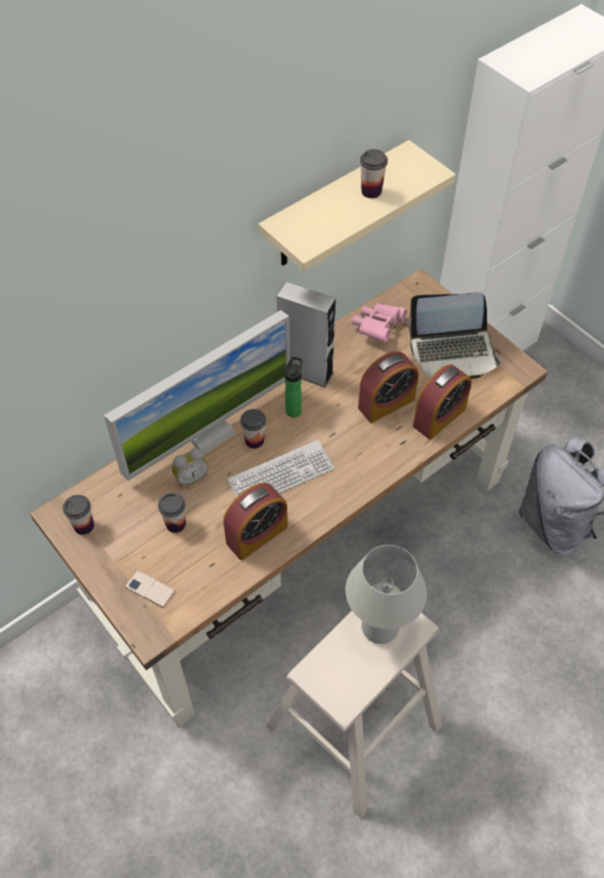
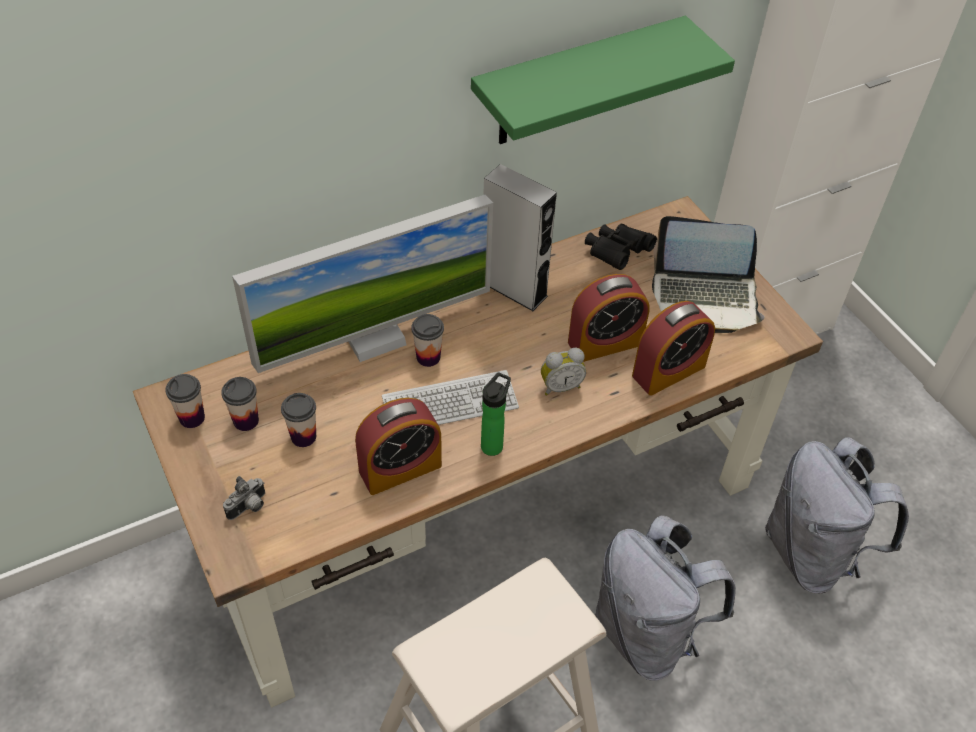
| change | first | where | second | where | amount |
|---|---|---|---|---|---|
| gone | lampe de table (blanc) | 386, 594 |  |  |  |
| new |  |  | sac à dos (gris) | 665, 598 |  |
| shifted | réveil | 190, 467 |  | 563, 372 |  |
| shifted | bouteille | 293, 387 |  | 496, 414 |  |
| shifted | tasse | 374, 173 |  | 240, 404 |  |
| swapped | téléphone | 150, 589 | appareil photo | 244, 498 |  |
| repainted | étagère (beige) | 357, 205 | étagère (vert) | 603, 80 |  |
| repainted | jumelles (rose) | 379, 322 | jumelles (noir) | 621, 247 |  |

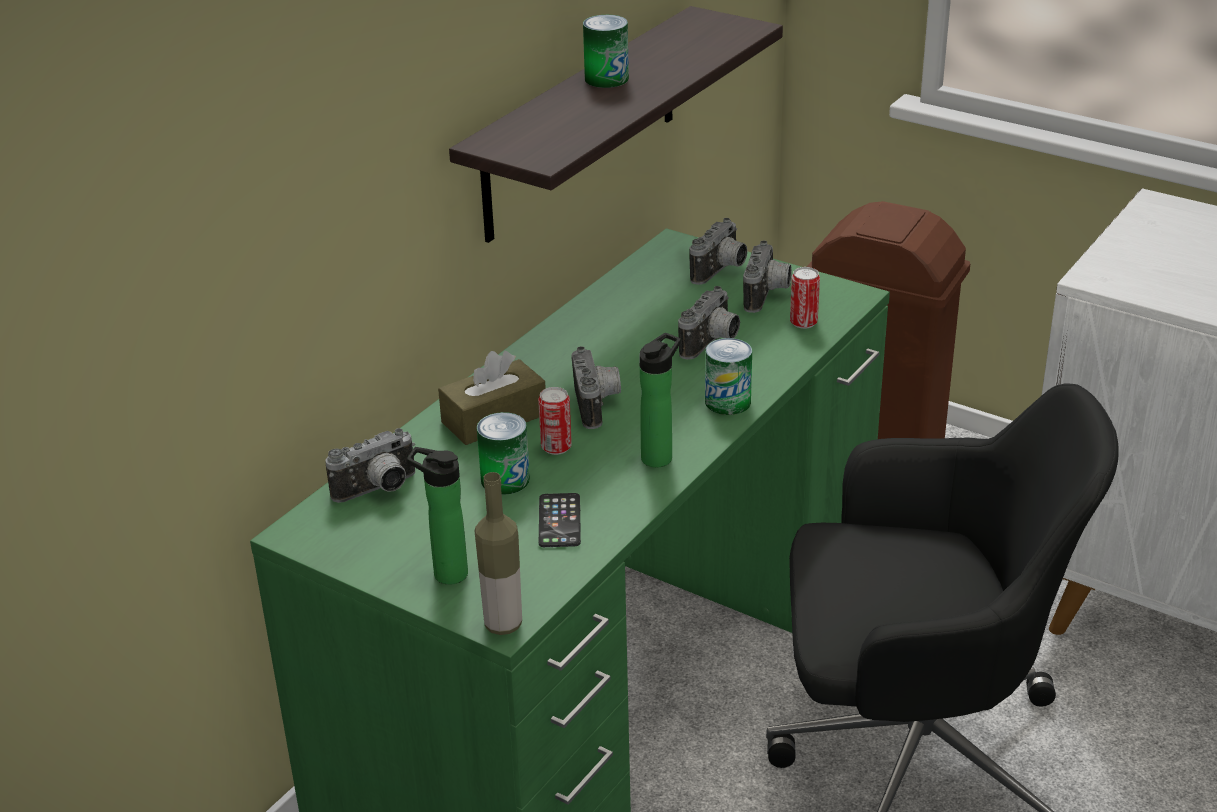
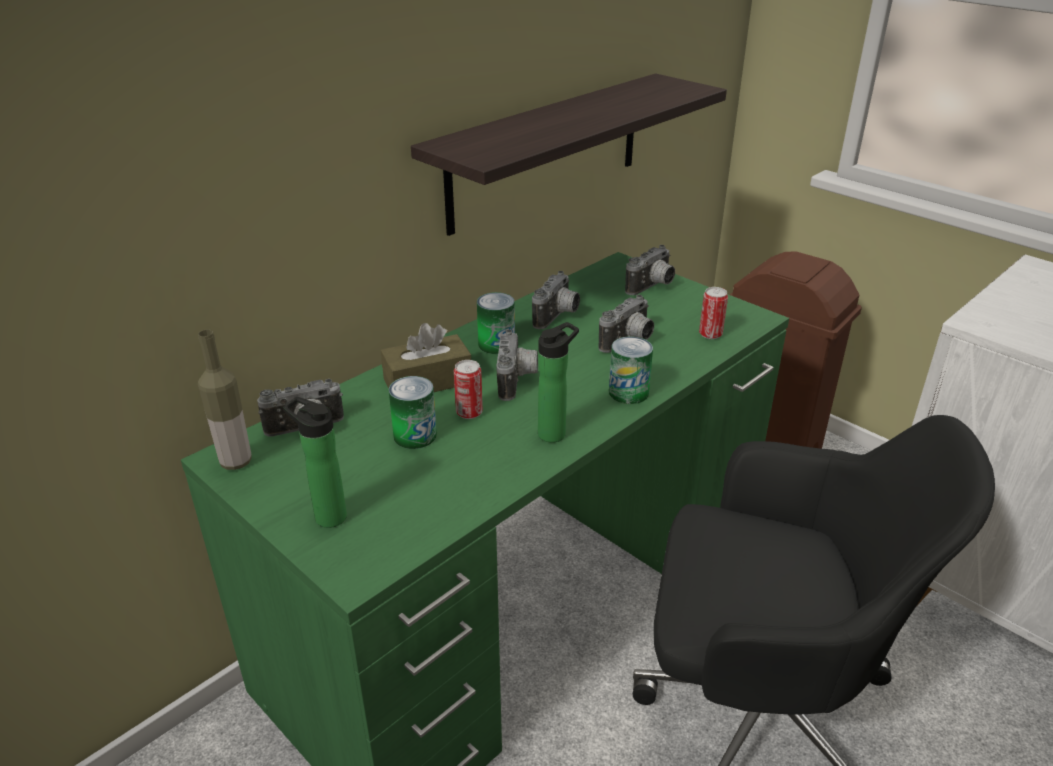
| change | first | where | second | where | amount |
|---|---|---|---|---|---|
| gone | téléphone | 560, 520 |  |  |  |
| shifted | bouteille | 498, 553 |  | 225, 400 |  |
| shifted | boîte métallique | 606, 51 |  | 496, 323 |  |
| shifted | appareil photo | 767, 276 |  | 556, 300 |  |

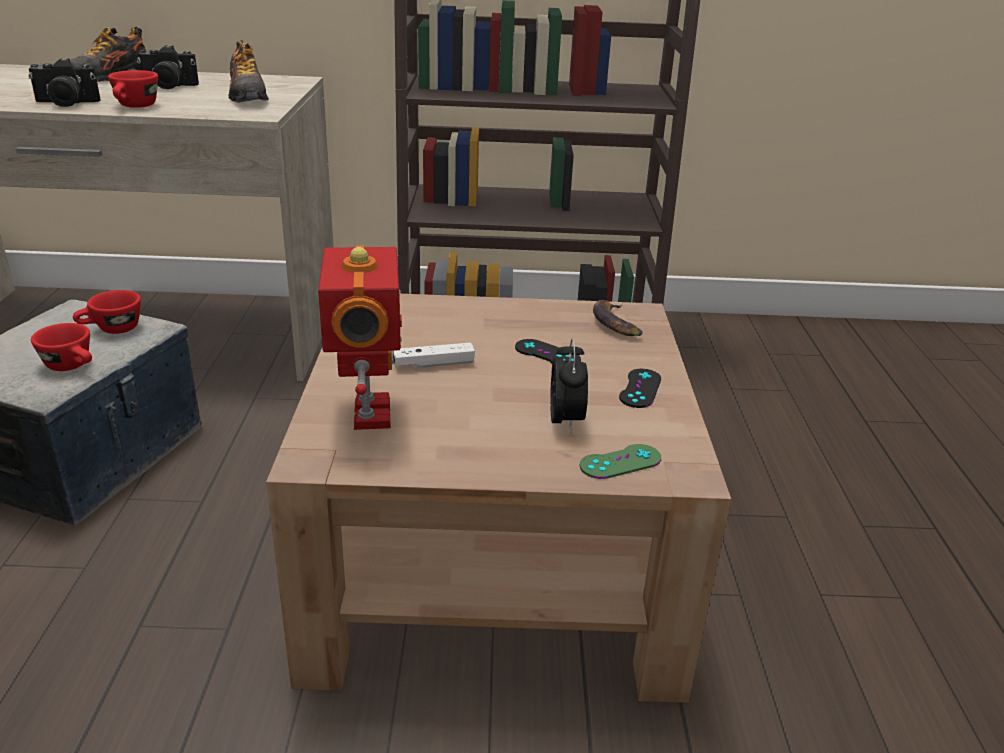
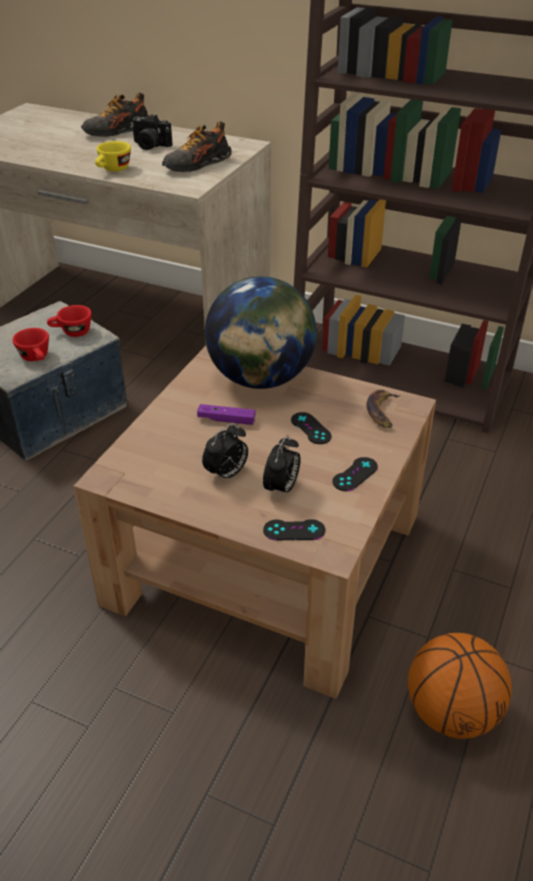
| change | first | where | second | where | amount |
|---|---|---|---|---|---|
| gone | appareil photo | 64, 83 |  |  |  |
| gone | robot jouet | 360, 337 |  |  |  |
| new |  |  | réveil | 225, 453 |  |
| new |  |  | globe | 261, 332 |  |
| new |  |  | ballon de basket | 460, 686 |  |
| repainted | tasse (rouge) | 133, 89 | tasse (jaune) | 113, 156 |  |
| repainted | manette (blanc) | 434, 355 | manette (violet) | 226, 414 |  |
| repainted | manette (vert) | 620, 461 | manette (noir) | 294, 529 |  |
| rotated | chaussure | 248, 71 |  | 197, 147 | 45 degrees clockwise |

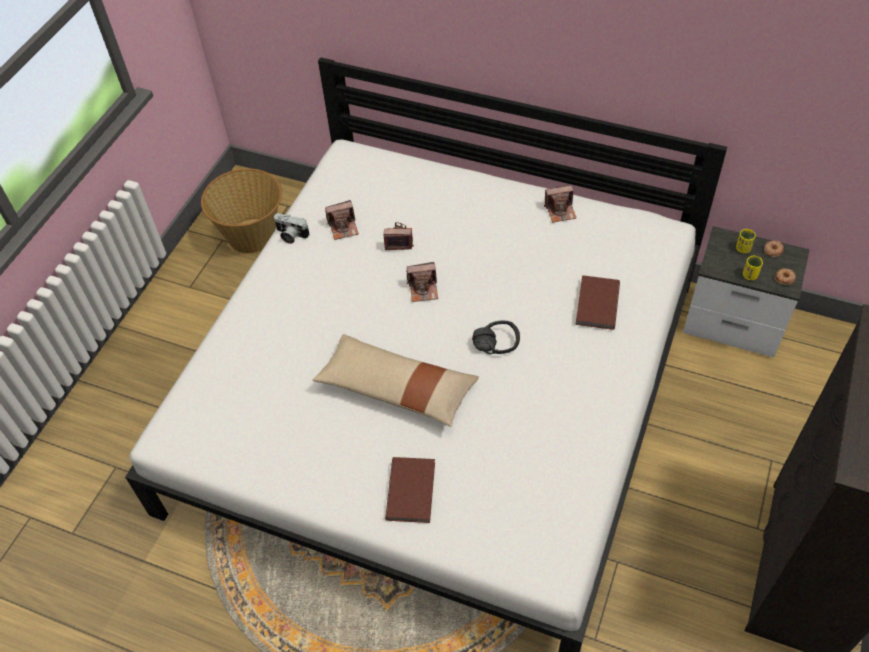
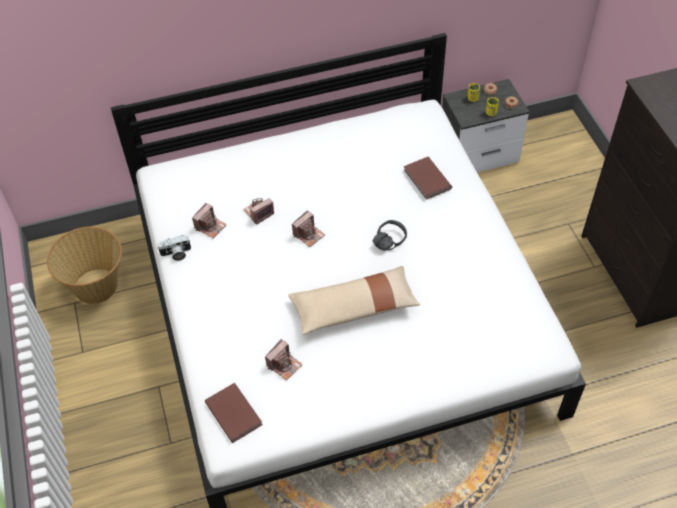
| change | first | where | second | where | amount |
|---|---|---|---|---|---|
| shifted | livre (marron) | 410, 490 |  | 233, 413 |  |
| shifted | appareil photo | 560, 203 |  | 284, 360 |  |

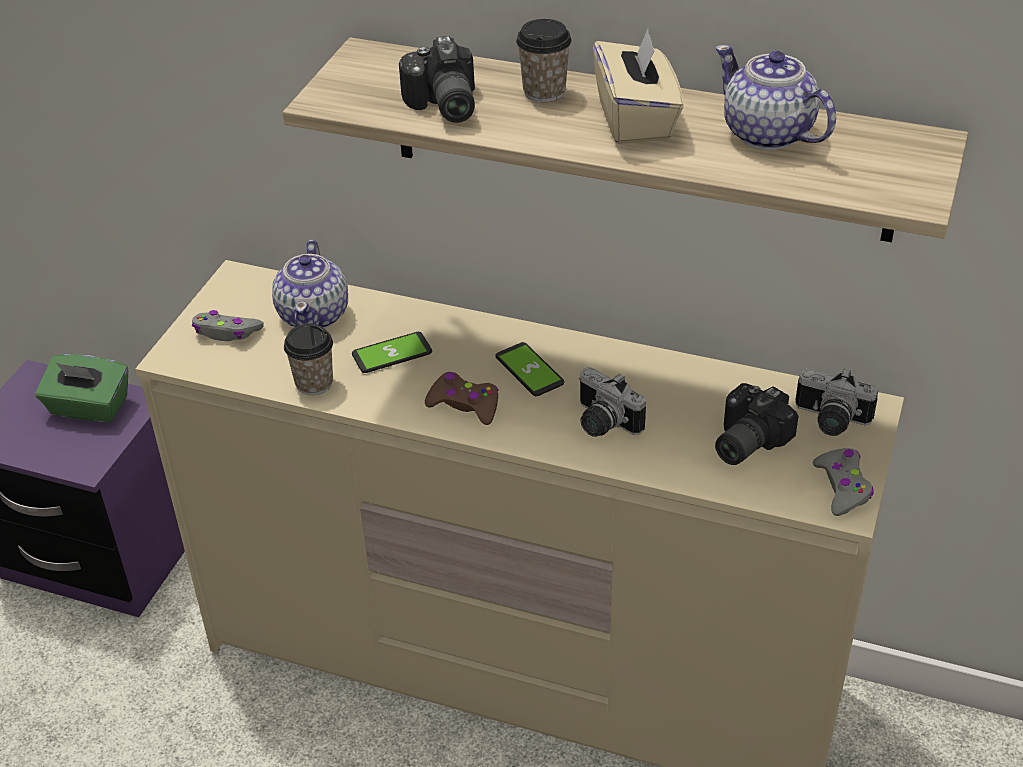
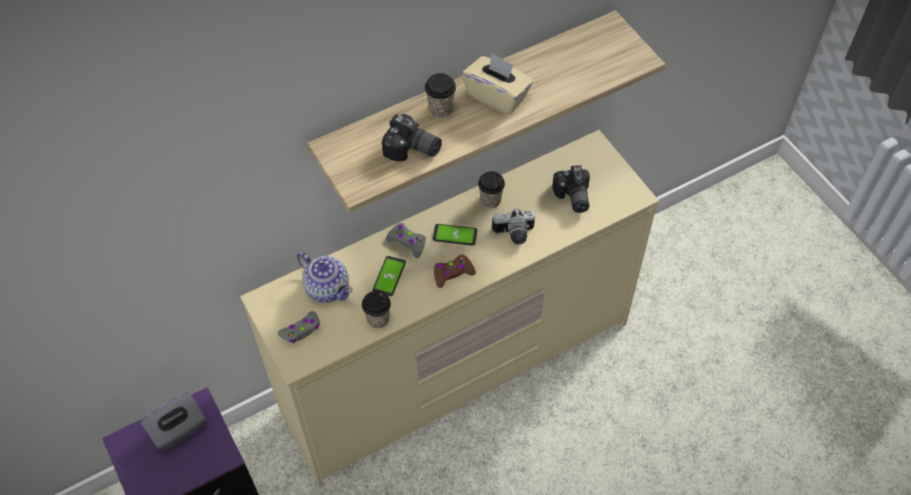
| change | first | where | second | where | amount |
|---|---|---|---|---|---|
| gone | théière | 775, 97 |  |  |  |
| gone | appareil photo | 836, 402 |  |  |  |
| new |  |  | tasse | 491, 189 |  |
| shifted | manette (gris) | 843, 482 |  | 405, 240 |  |
| repainted | boîte à mouchoirs (vert) | 81, 388 | boîte à mouchoirs (gris) | 173, 421 |  |

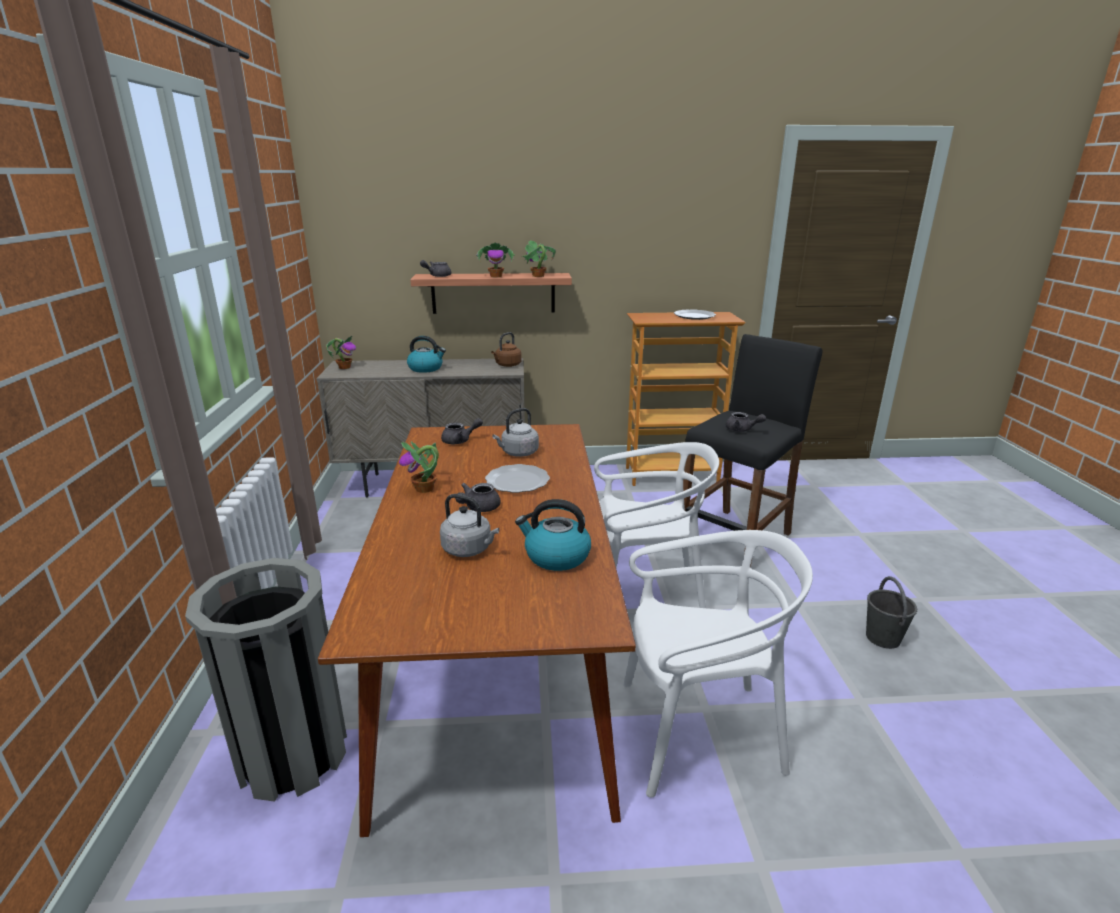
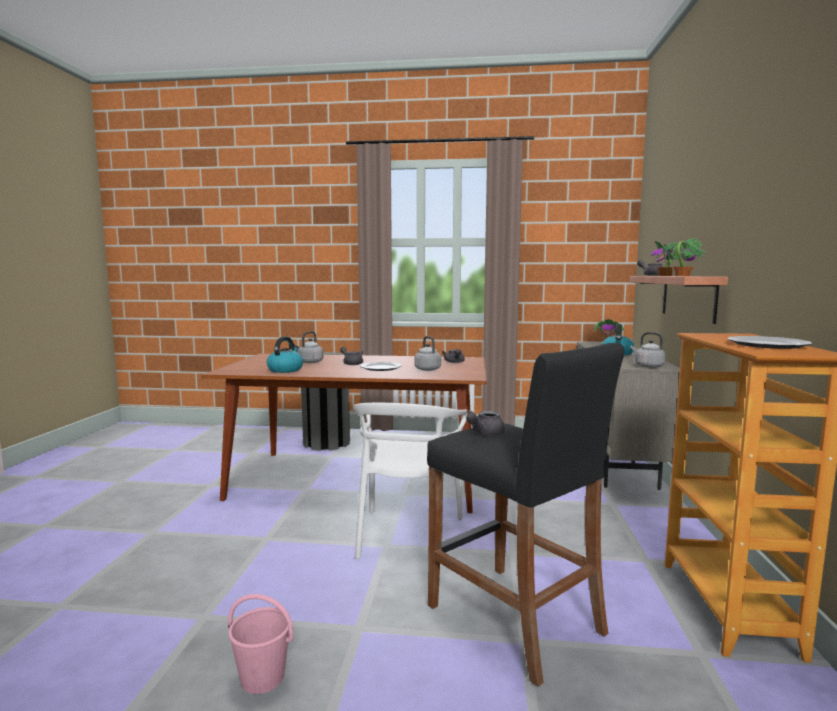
| change | first | where | second | where | amount |
|---|---|---|---|---|---|
| gone | plante en pot | 419, 467 |  |  |  |
| gone | chaise (blanc) | 718, 664 |  |  |  |
| repainted | bouilloire (marron) | 506, 349 | bouilloire (gris) | 648, 350 |  |
| repainted | seau (gris) | 891, 612 | seau (rose) | 260, 644 |  |

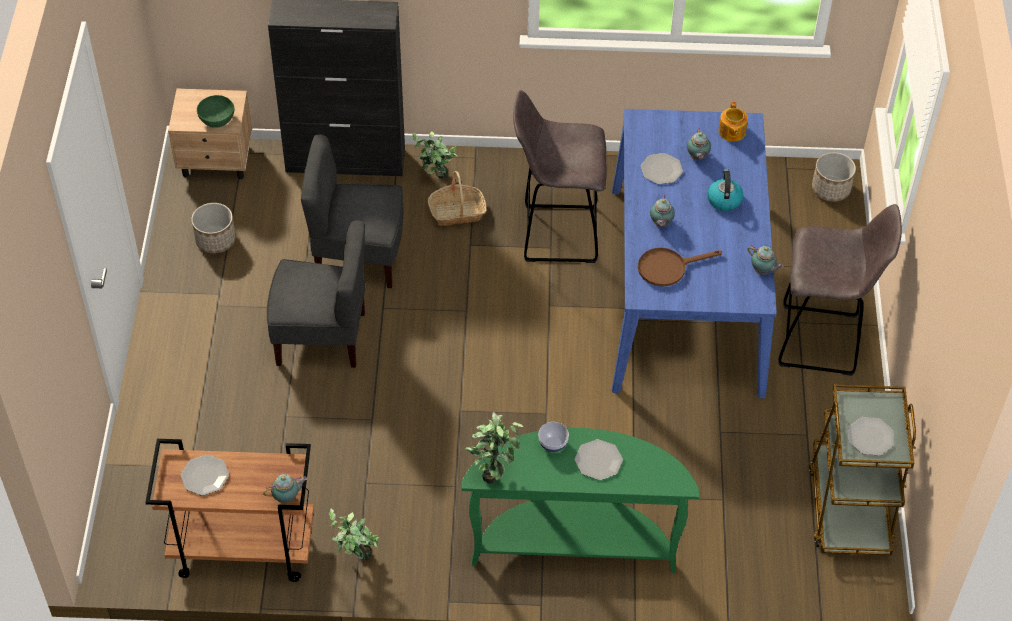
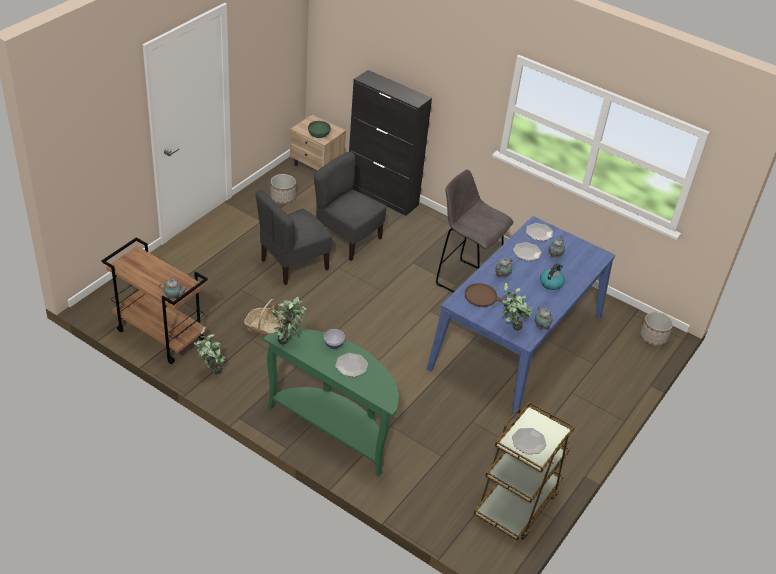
| change | first | where | second | where | amount |
|---|---|---|---|---|---|
| gone | théière | 733, 121 |  |  |  |
| gone | tabouret (gris) | 840, 290 |  |  |  |
| shifted | assiette | 205, 475 |  | 539, 232 |  |
| shifted | plante en pot | 435, 155 |  | 517, 307 |  |
| shifted | panier | 457, 198 |  | 265, 317 |  |
| rotated | chaise (gris) | 316, 294 |  | 293, 237 | 105 degrees clockwise |

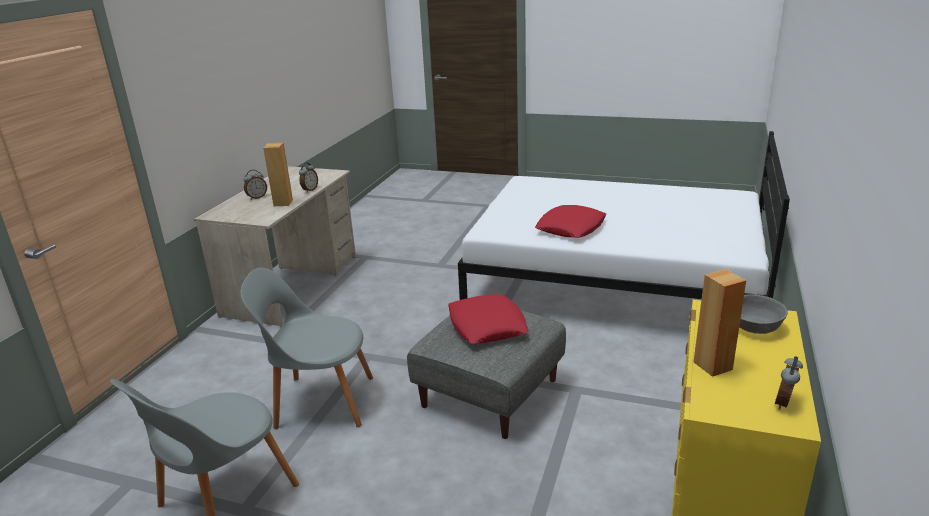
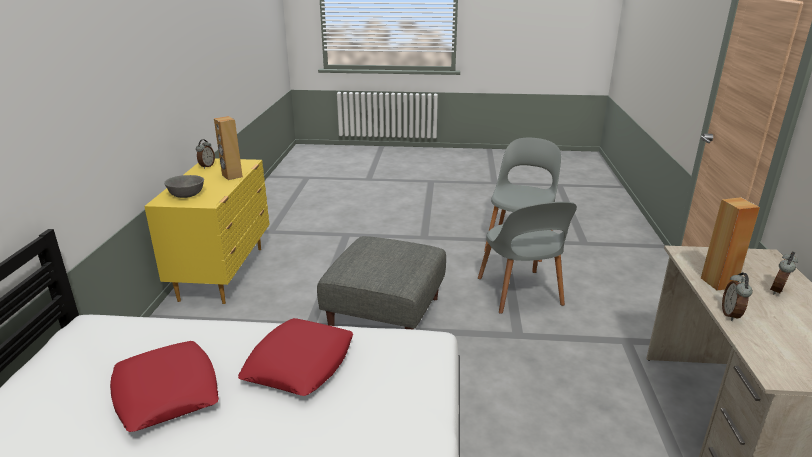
| change | first | where | second | where | amount |
|---|---|---|---|---|---|
| shifted | coussin (rouge) | 488, 319 |  | 164, 386 |  |
| rotated | chaise (gris) | 307, 348 |  | 527, 258 | 90 degrees clockwise |

